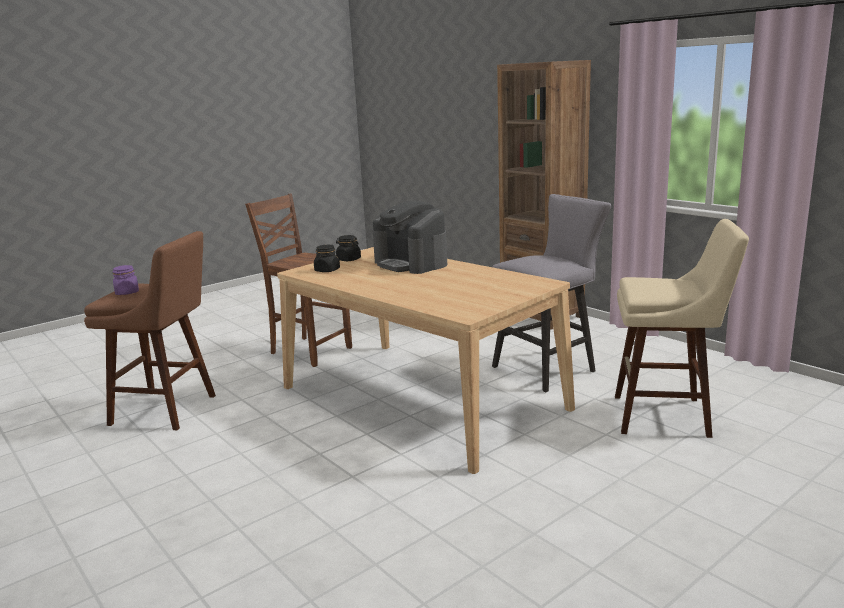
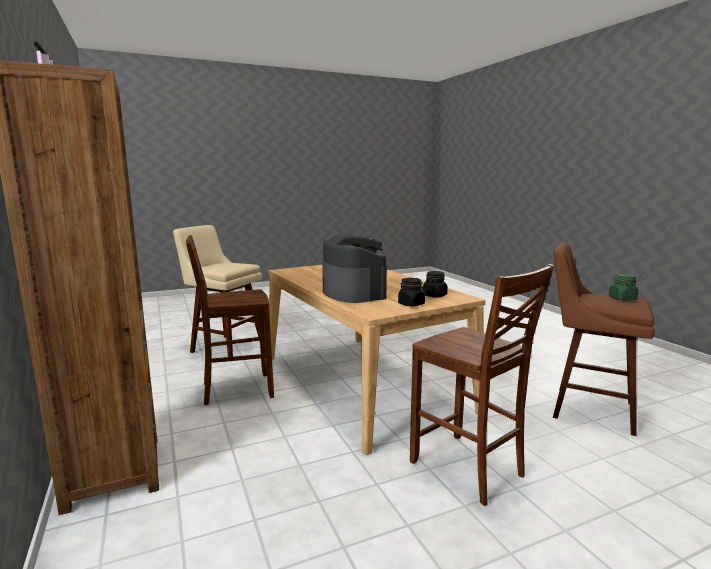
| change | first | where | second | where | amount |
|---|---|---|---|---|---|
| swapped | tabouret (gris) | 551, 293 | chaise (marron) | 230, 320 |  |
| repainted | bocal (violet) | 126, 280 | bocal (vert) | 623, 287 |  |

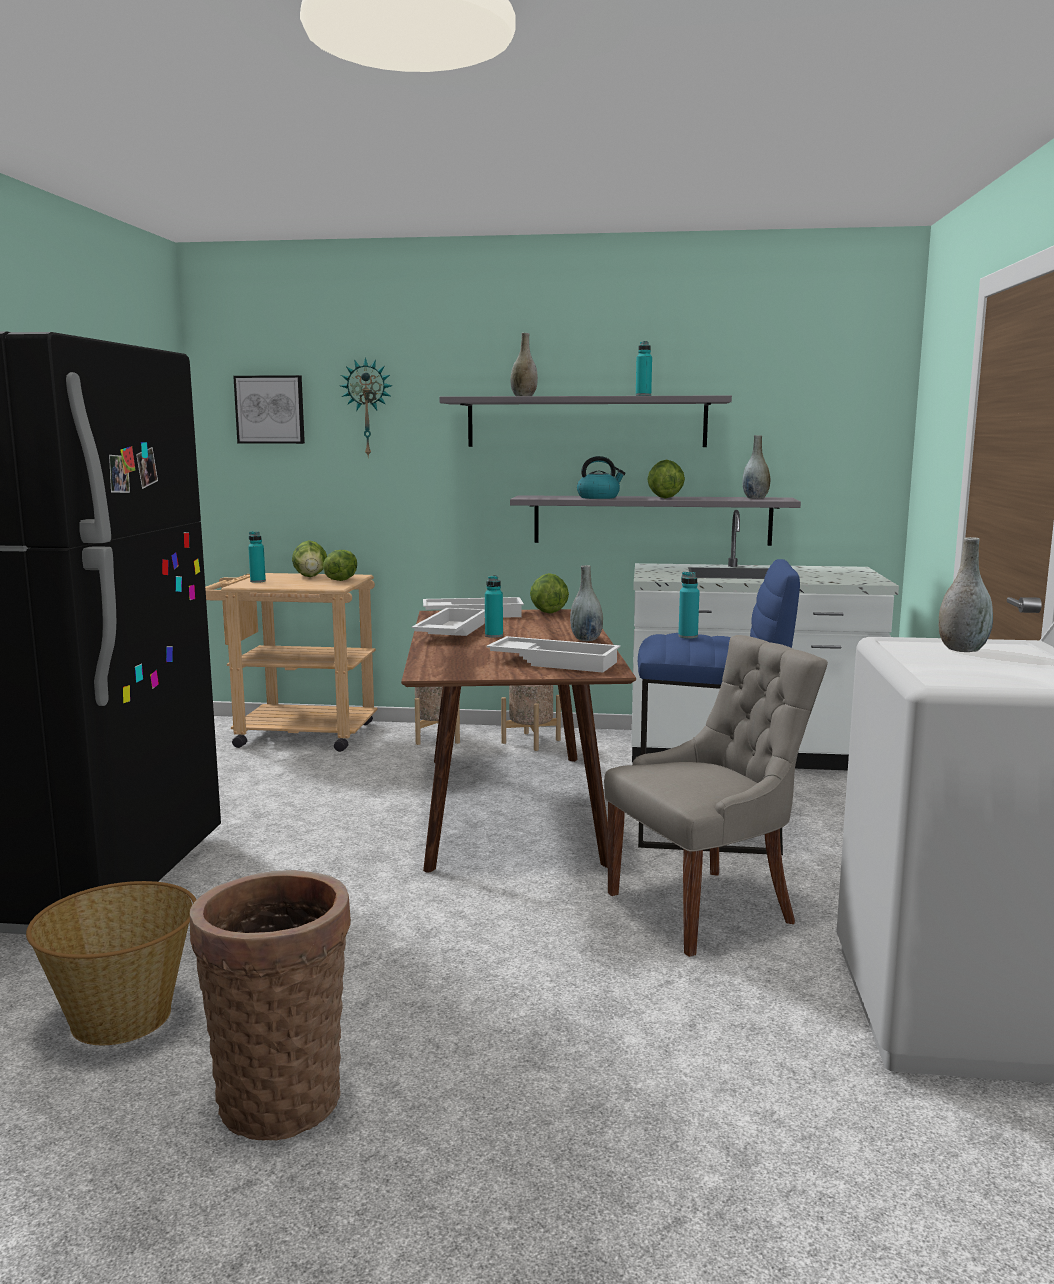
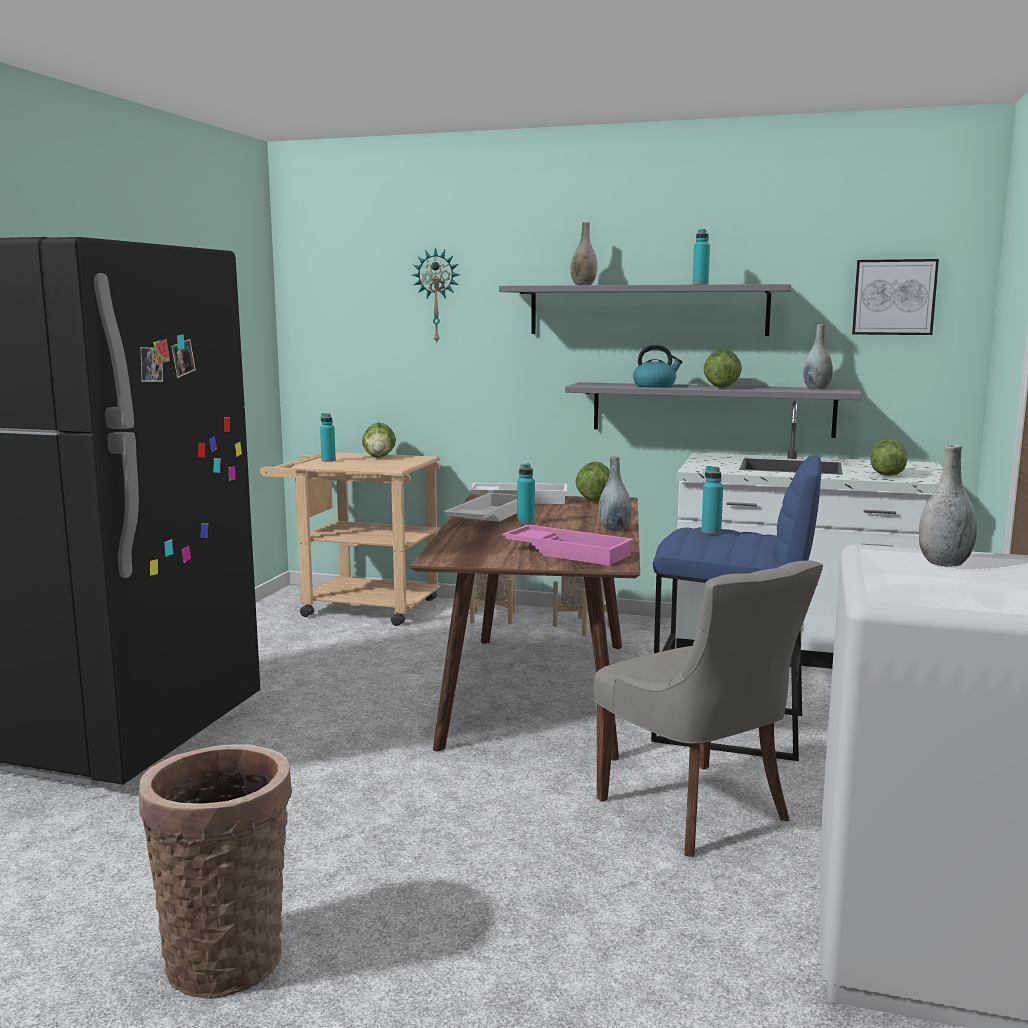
| change | first | where | second | where | amount |
|---|---|---|---|---|---|
| gone | panier | 111, 963 |  |  |  |
| shifted | tableau | 269, 409 |  | 895, 297 |  |
| shifted | laitue | 340, 565 |  | 888, 458 |  |
| repainted | plateau (blanc) | 553, 654 | plateau (rose) | 568, 545 |  |
| rotated | chaise (gris) | 716, 796 |  | 708, 708 | 75 degrees clockwise |

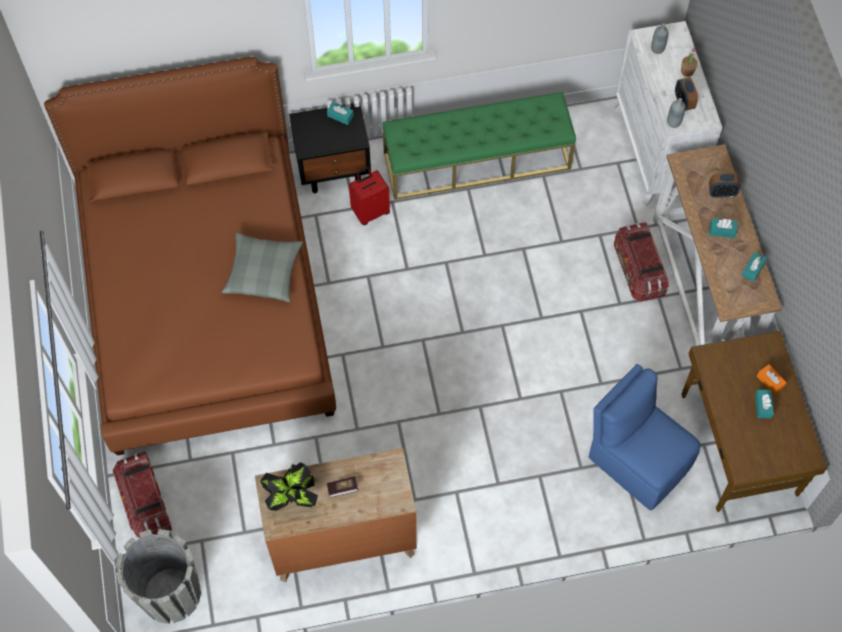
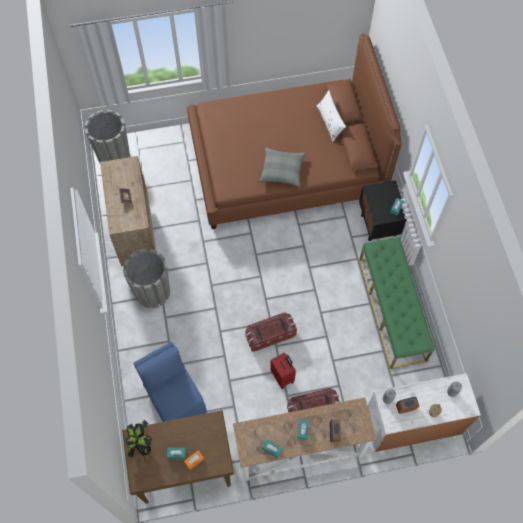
| change | first | where | second | where | amount |
|---|---|---|---|---|---|
| new |  |  | cache-pot (gris) | 146, 278 |  |
| new |  |  | coussin (blanc) | 331, 116 |  |
| shifted | boîte de rangement | 142, 495 |  | 271, 331 |  |
| shifted | plante en pot | 289, 486 |  | 138, 438 |  |
| shifted | valise (rouge) | 369, 196 |  | 283, 370 |  |
| rotated | chaise (bleu) | 644, 437 |  | 170, 382 | 75 degrees counterclockwise |

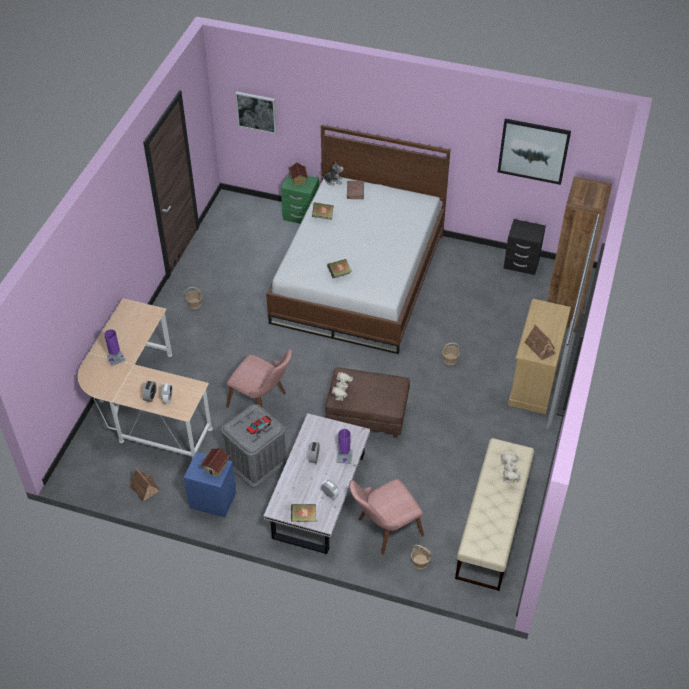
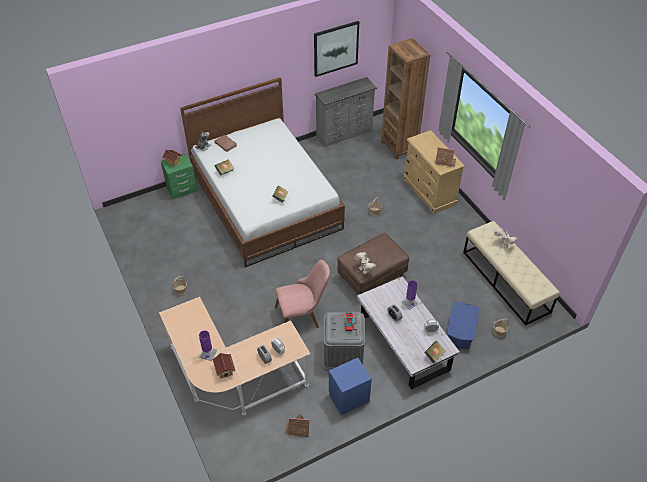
| change | first | where | second | where | amount |
|---|---|---|---|---|---|
| gone | tableau | 256, 112 |  |  |  |
| shifted | maison miniature | 215, 462 |  | 223, 366 |  |
| swapped | chaise (rose) | 387, 516 | boîte de rangement (bleu) | 463, 325 |  |
| swapped | table de chevet (noir) | 525, 247 | commode (gris) | 346, 112 |  |

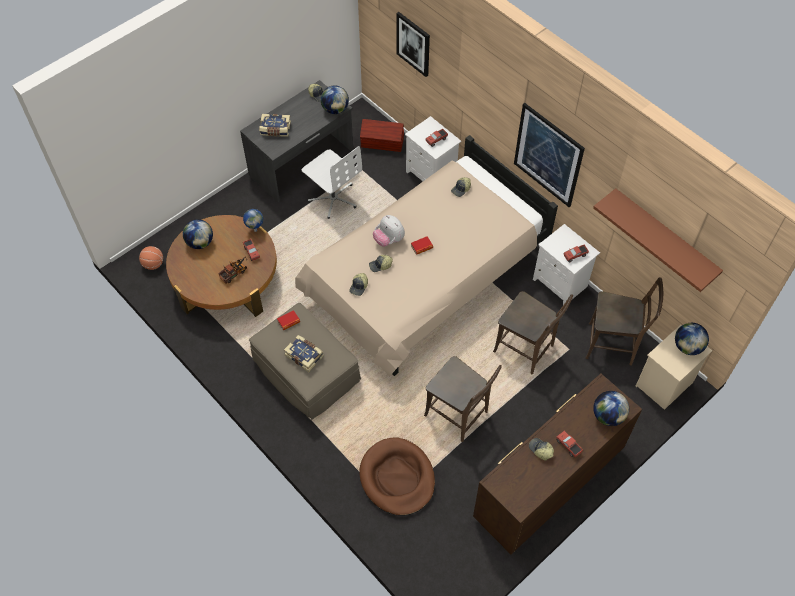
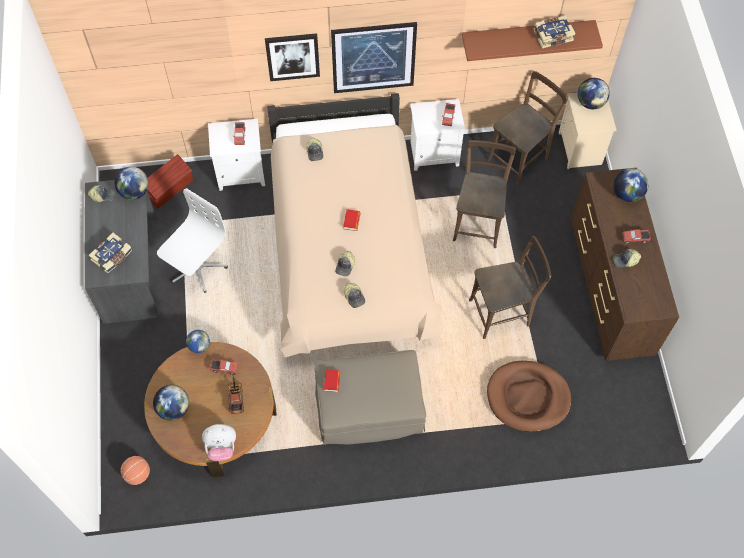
| change | first | where | second | where | amount |
|---|---|---|---|---|---|
| shifted | livre | 303, 353 |  | 554, 32 |  |
| shifted | peluche | 389, 231 |  | 219, 442 |  |
| shifted | tableau | 413, 44 |  | 292, 57 |  |
| rotated | chaise de bureau (blanc) | 332, 182 |  | 192, 240 | 45 degrees counterclockwise |
| rotated | chaise (marron) | 533, 332 |  | 484, 194 | 60 degrees counterclockwise |

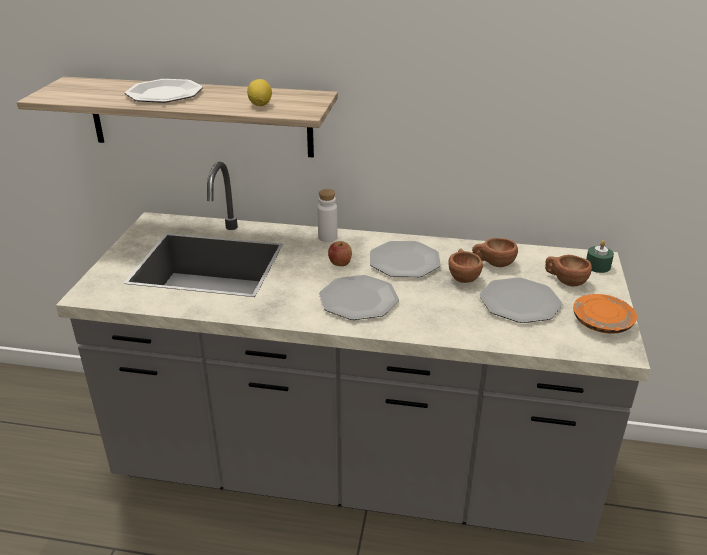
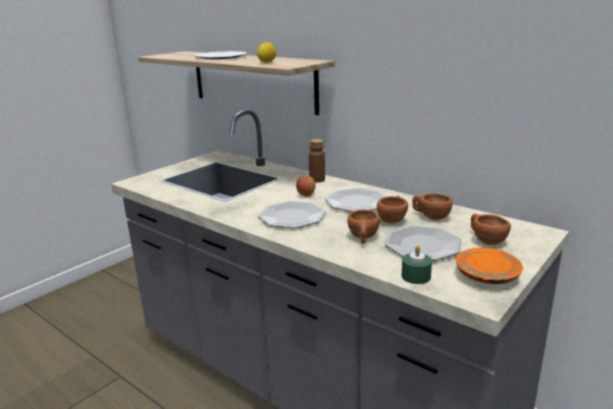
| change | first | where | second | where | amount |
|---|---|---|---|---|---|
| new |  |  | tasse (marron) | 363, 227 |  |
| shifted | bougie (vert) | 600, 256 |  | 417, 264 |  |
| repainted | bouteille (blanc) | 327, 215 | bouteille (marron) | 317, 160 |  |

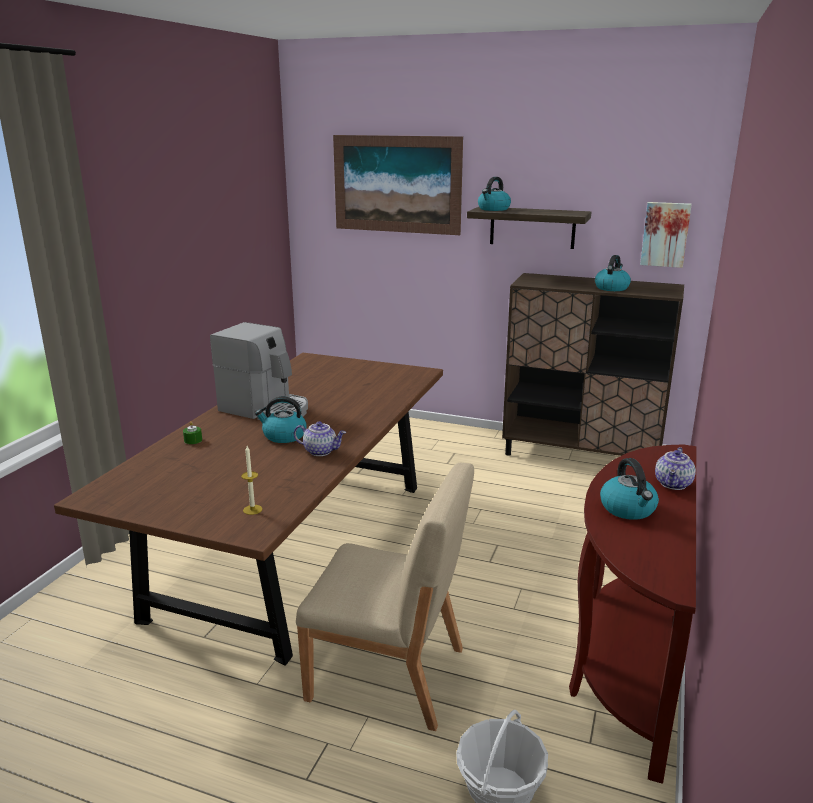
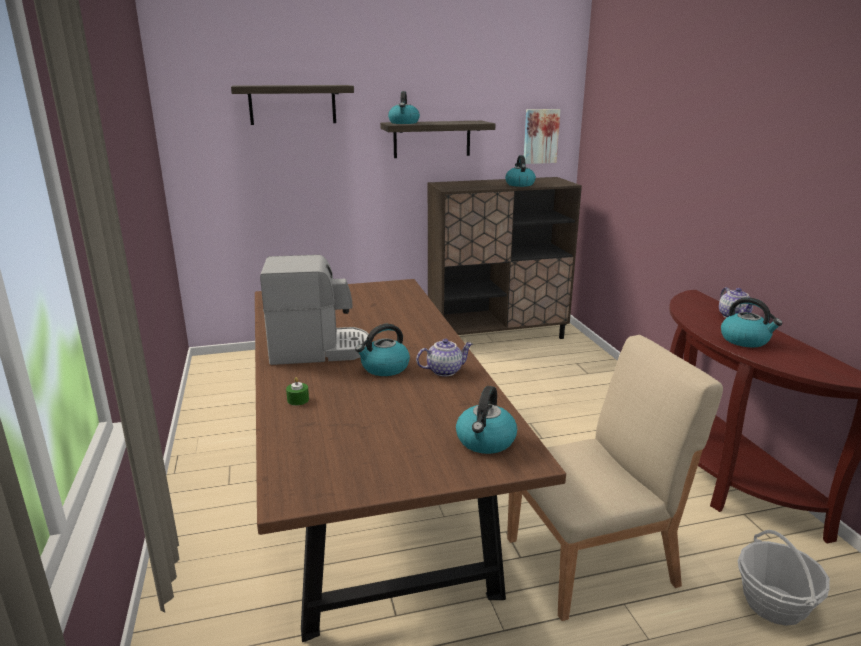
| change | first | where | second | where | amount |
|---|---|---|---|---|---|
| swapped | bougie | 251, 480 | bouilloire | 486, 420 |  |
| swapped | tableau | 398, 185 | étagère | 292, 105 |  |

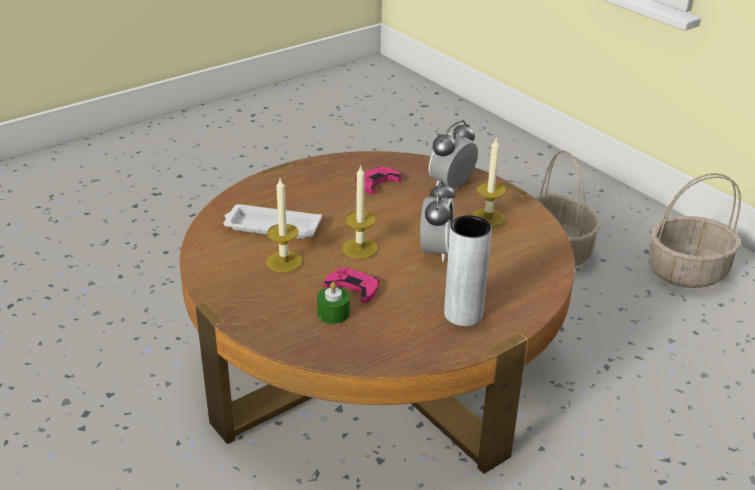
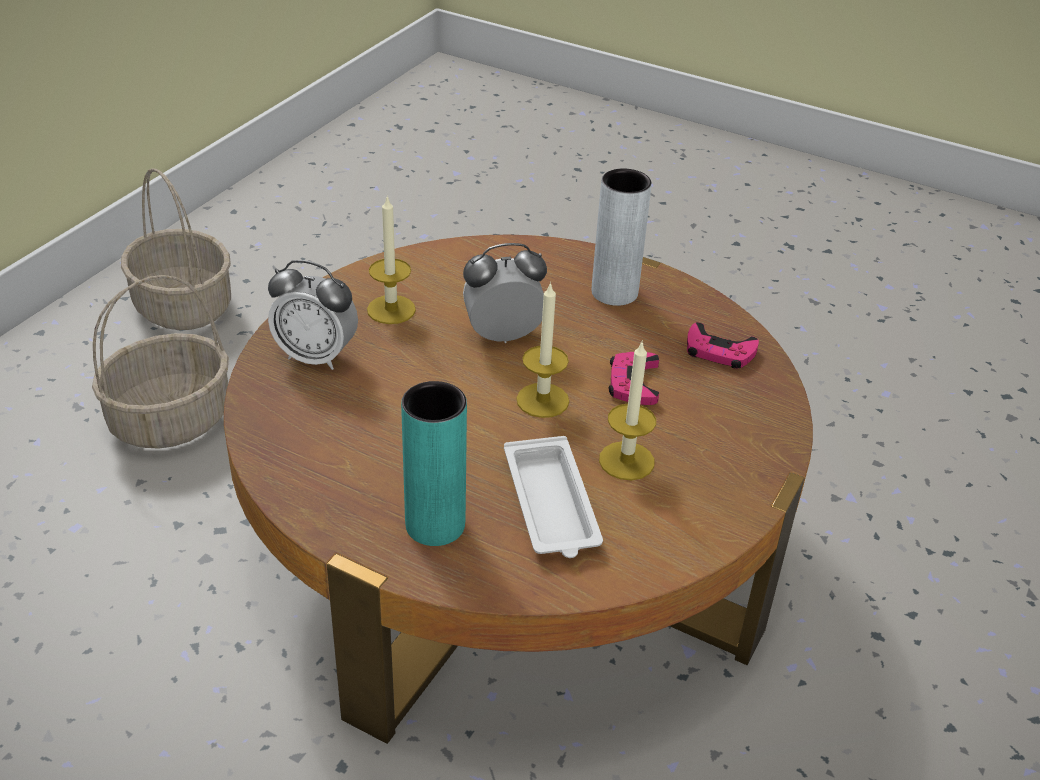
| change | first | where | second | where | amount |
|---|---|---|---|---|---|
| gone | bougie (vert) | 333, 303 |  |  |  |
| new |  |  | vase (turquoise) | 434, 463 |  |
| shifted | manette (rose) | 378, 180 |  | 723, 345 |  |

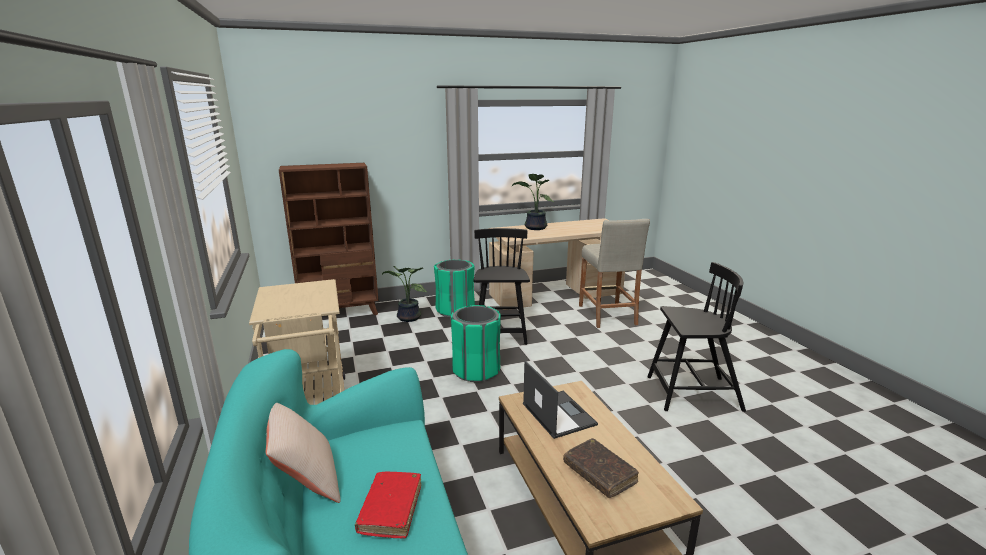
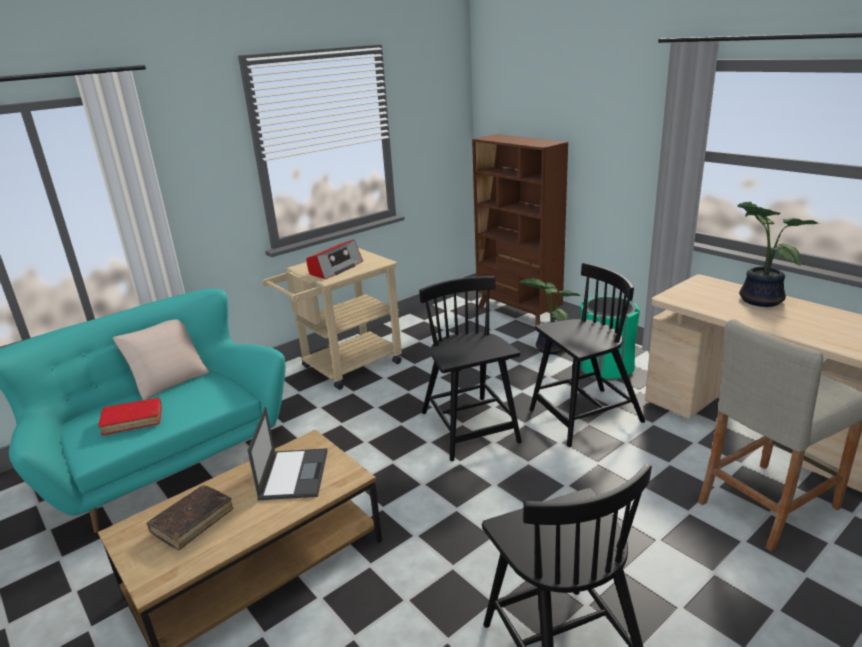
| change | first | where | second | where | amount |
|---|---|---|---|---|---|
| new |  |  | radio | 334, 260 |  |
| swapped | poubelle (vert) | 476, 343 | chaise (noir) | 470, 368 |  |
| rotated | ordinateur portable | 560, 399 |  | 287, 453 | 45 degrees counterclockwise |

